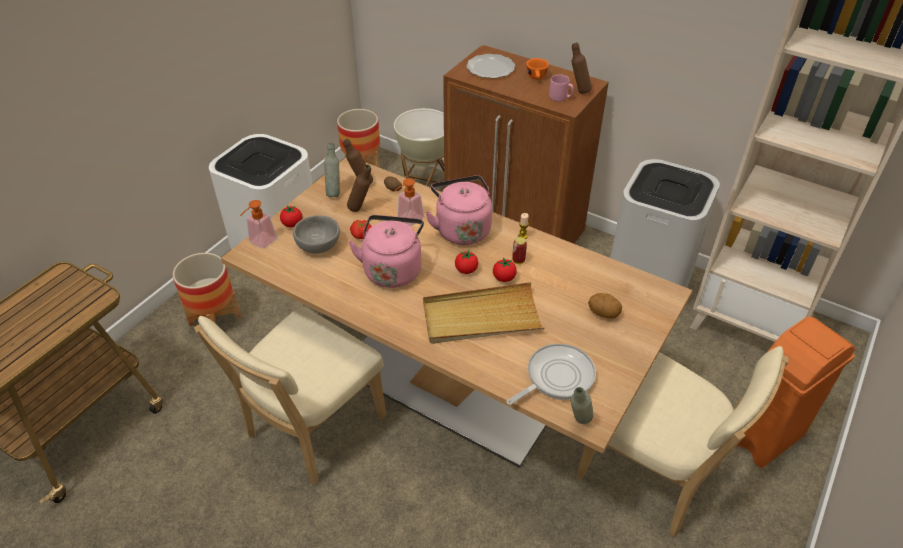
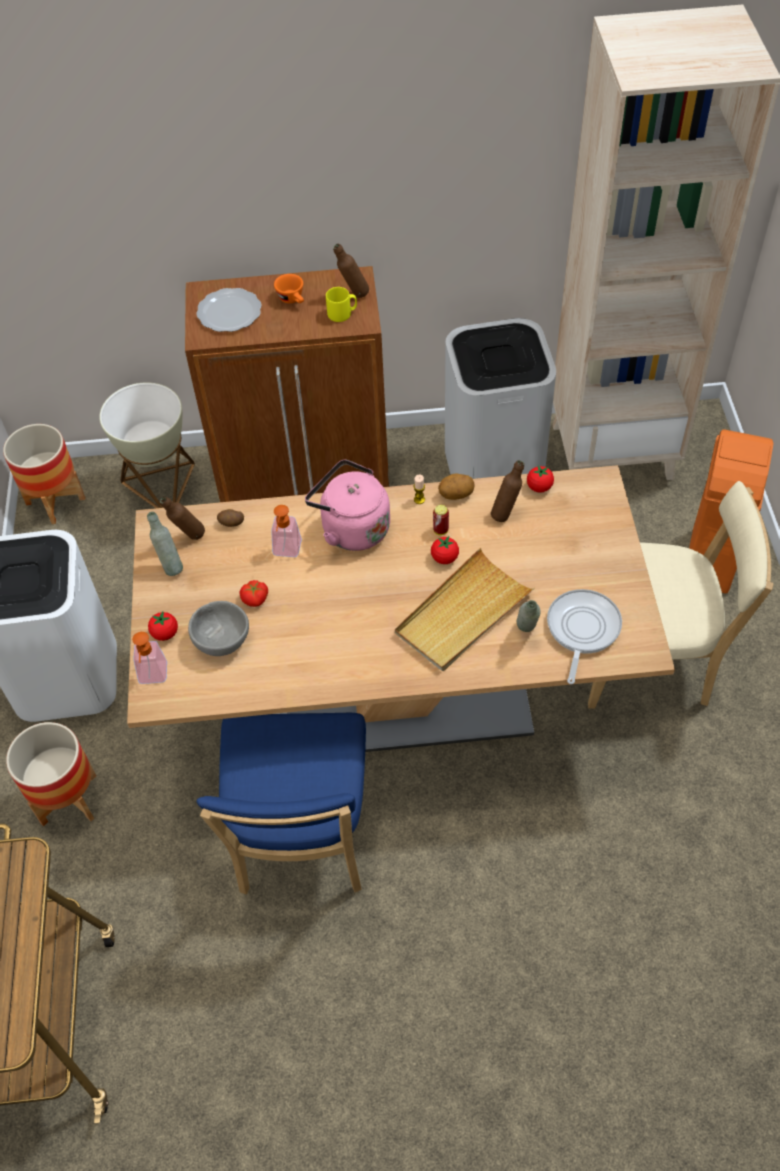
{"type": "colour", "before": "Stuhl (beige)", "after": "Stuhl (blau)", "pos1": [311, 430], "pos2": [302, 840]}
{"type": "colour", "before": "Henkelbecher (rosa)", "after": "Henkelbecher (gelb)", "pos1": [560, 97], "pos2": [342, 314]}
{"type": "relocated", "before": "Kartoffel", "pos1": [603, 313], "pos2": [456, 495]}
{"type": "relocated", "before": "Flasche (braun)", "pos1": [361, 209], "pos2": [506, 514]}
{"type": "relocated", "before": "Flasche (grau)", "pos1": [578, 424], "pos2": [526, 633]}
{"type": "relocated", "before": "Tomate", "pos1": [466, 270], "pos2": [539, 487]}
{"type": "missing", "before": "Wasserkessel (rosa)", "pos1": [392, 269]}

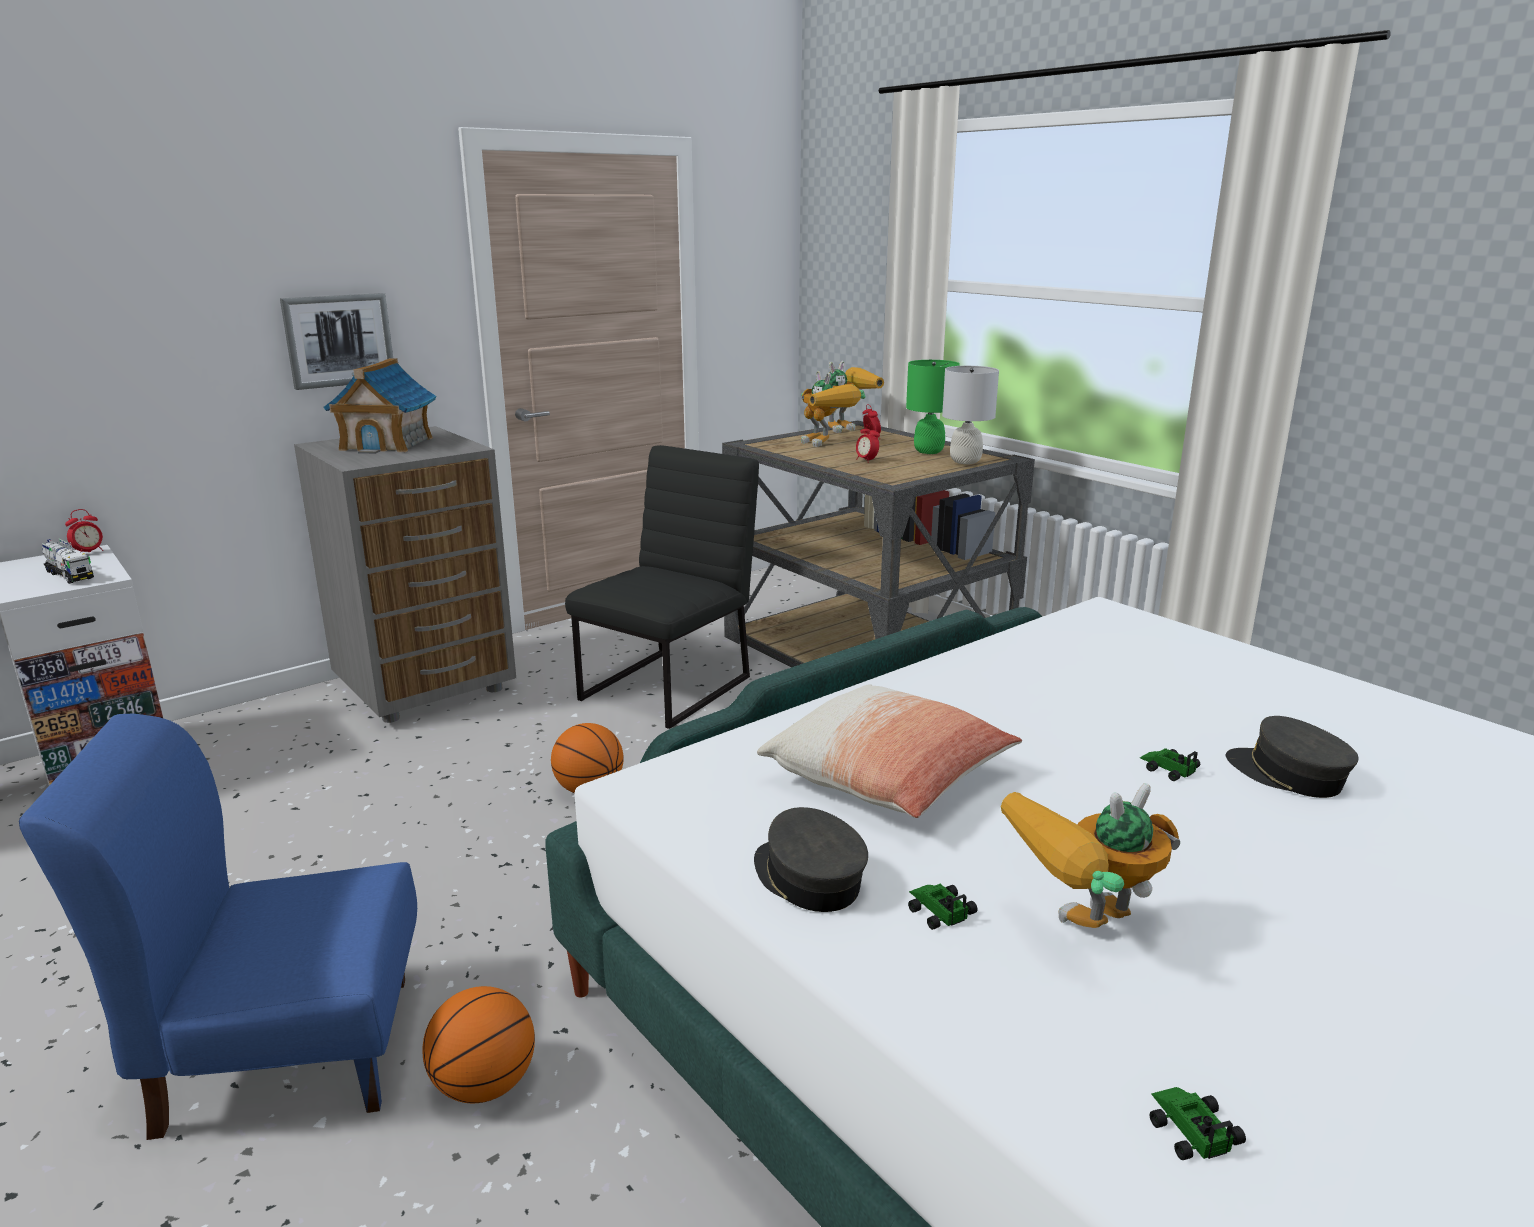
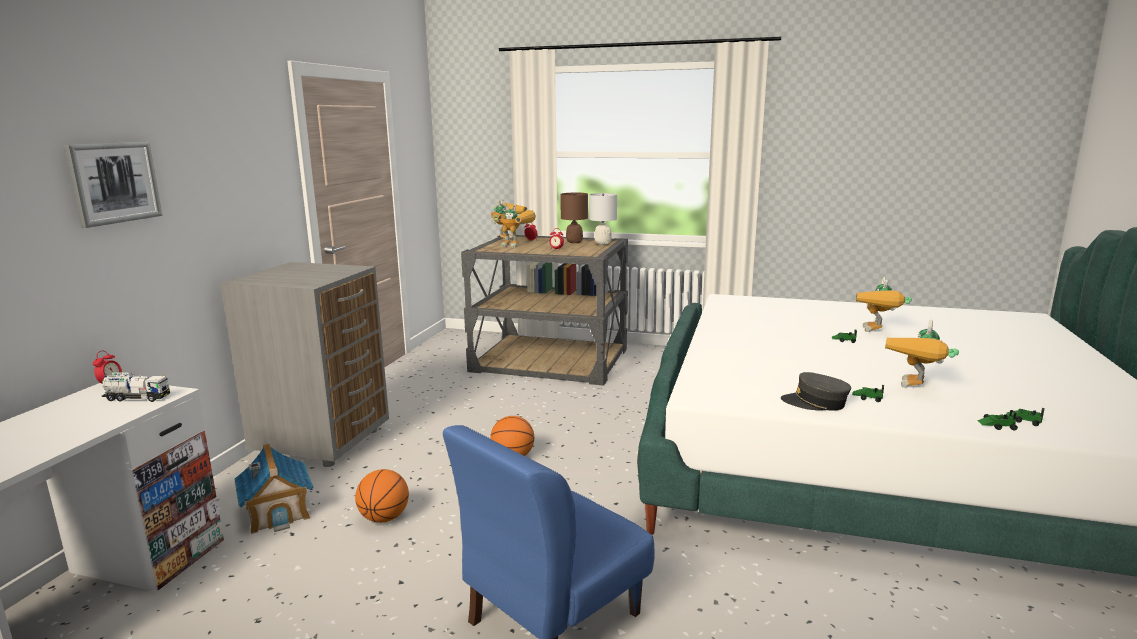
{"type": "relocated", "before": "Bild", "pos1": [339, 340], "pos2": [114, 182]}
{"type": "relocated", "before": "Spielzeughaus", "pos1": [387, 444], "pos2": [278, 512]}
{"type": "relocated", "before": "Basketball", "pos1": [484, 1085], "pos2": [384, 518]}
{"type": "colour", "before": "Tischlampe (grün)", "after": "Tischlampe (braun)", "pos1": [928, 452], "pos2": [574, 242]}
{"type": "exchanged", "before": "Kappe (grau)", "after": "Spielzeugroboter", "pos1": [1287, 775], "pos2": [878, 332]}
{"type": "appeared", "after": "Spielzeugauto", "pos2": [995, 424]}
{"type": "missing", "before": "Stuhl (schwarz)", "pos1": [670, 686]}
{"type": "missing", "before": "Kissen", "pos1": [888, 778]}

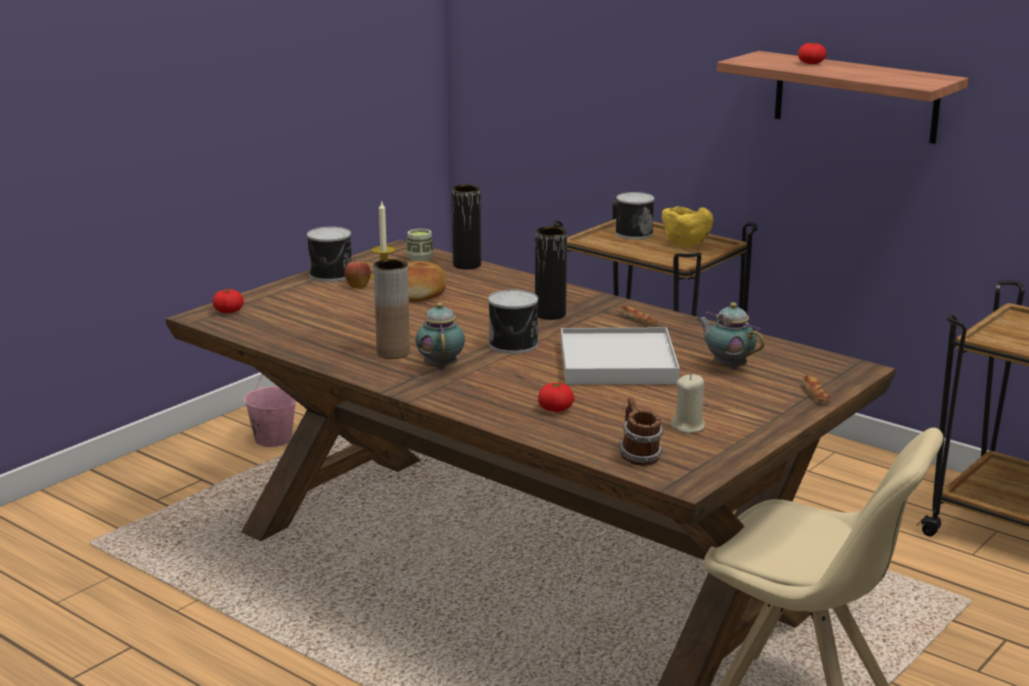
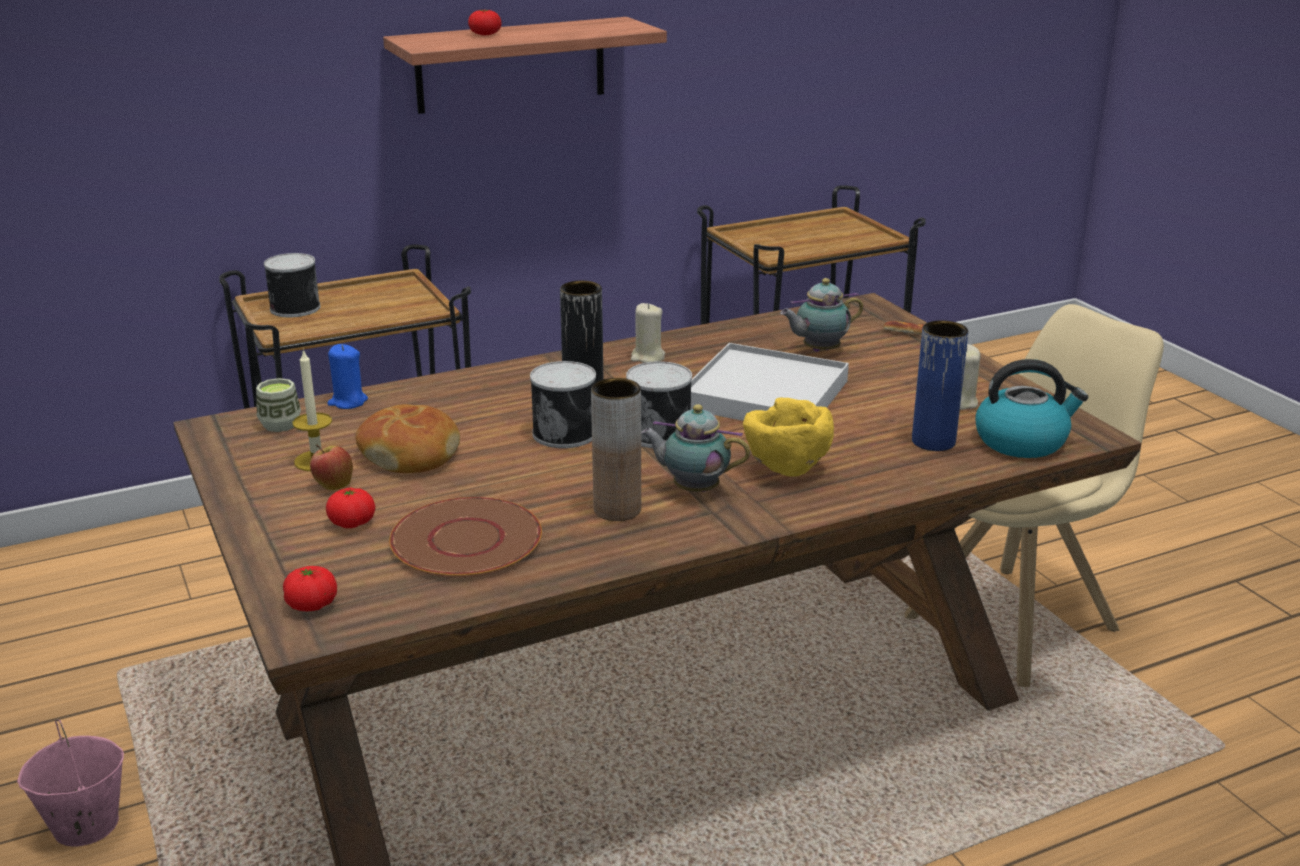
{"type": "relocated", "before": "Tomate", "pos1": [555, 409], "pos2": [352, 523]}
{"type": "exchanged", "before": "Vase (schwarz)", "after": "Kerze (blau)", "pos1": [467, 265], "pos2": [347, 402]}
{"type": "appeared", "after": "Teller (braun)", "pos2": [467, 540]}
{"type": "relocated", "before": "Dose", "pos1": [332, 274], "pos2": [566, 433]}
{"type": "exchanged", "before": "Brot", "after": "Kerze (beige)", "pos1": [637, 320], "pos2": [647, 357]}
{"type": "relocated", "before": "Schüssel (gelb)", "pos1": [685, 245], "pos2": [786, 470]}
{"type": "appeared", "after": "Vase (blau)", "pos2": [933, 442]}
{"type": "exchanged", "before": "Henkelbecher", "after": "Wasserkessel", "pos1": [638, 457], "pos2": [1022, 441]}

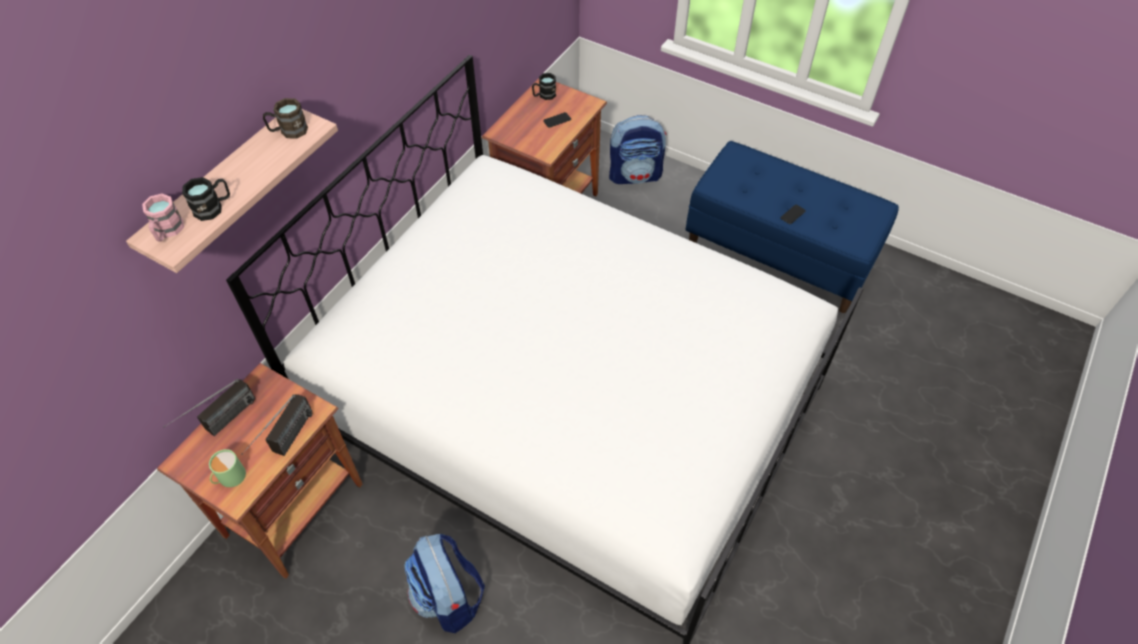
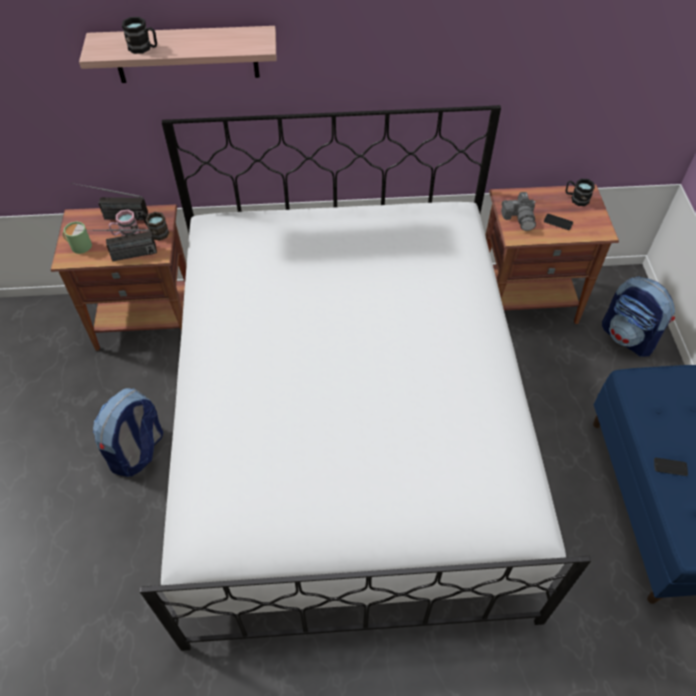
{"type": "relocated", "before": "Henkelbecher (rosa)", "pos1": [167, 232], "pos2": [126, 233]}
{"type": "relocated", "before": "Henkelbecher (braun)", "pos1": [288, 131], "pos2": [156, 232]}
{"type": "appeared", "after": "Kamera", "pos2": [520, 218]}

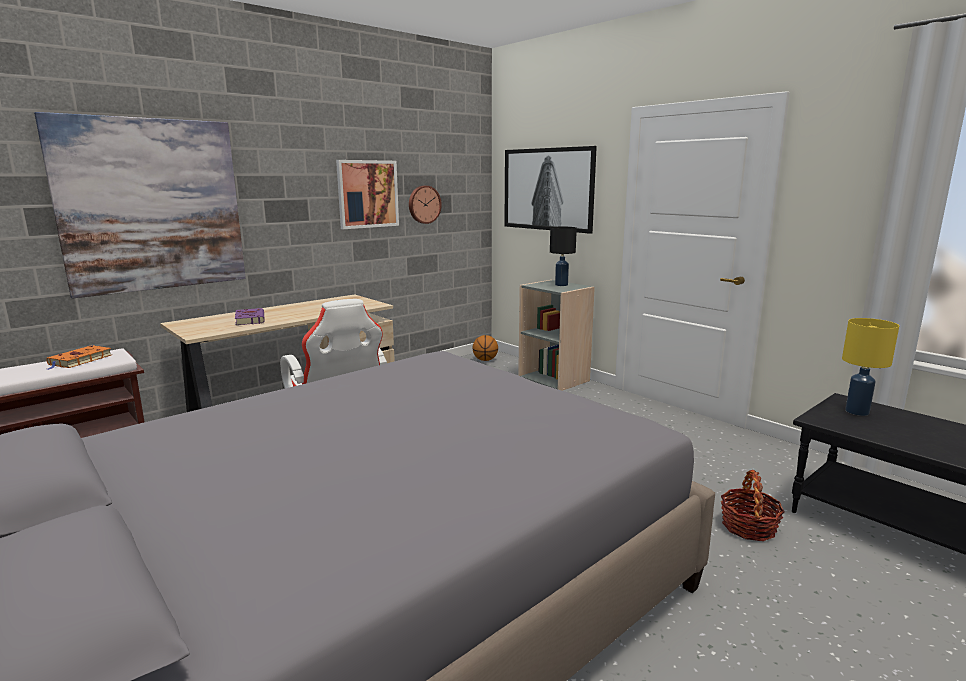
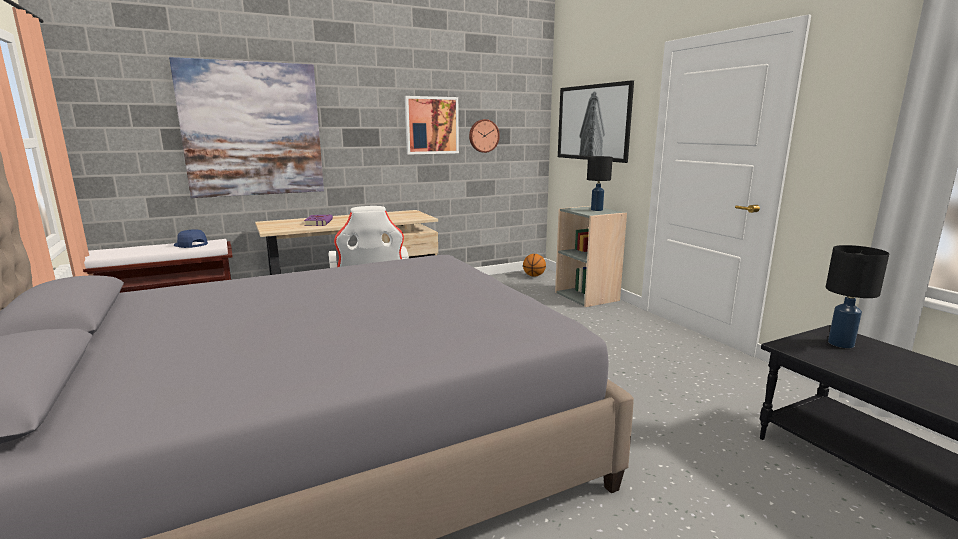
{"type": "exchanged", "before": "Buch (orange)", "after": "Kappe (blau)", "pos1": [79, 360], "pos2": [190, 244]}
{"type": "colour", "before": "Tischlampe (gelb)", "after": "Tischlampe (schwarz)", "pos1": [857, 411], "pos2": [841, 343]}
{"type": "missing", "before": "Korb", "pos1": [748, 527]}

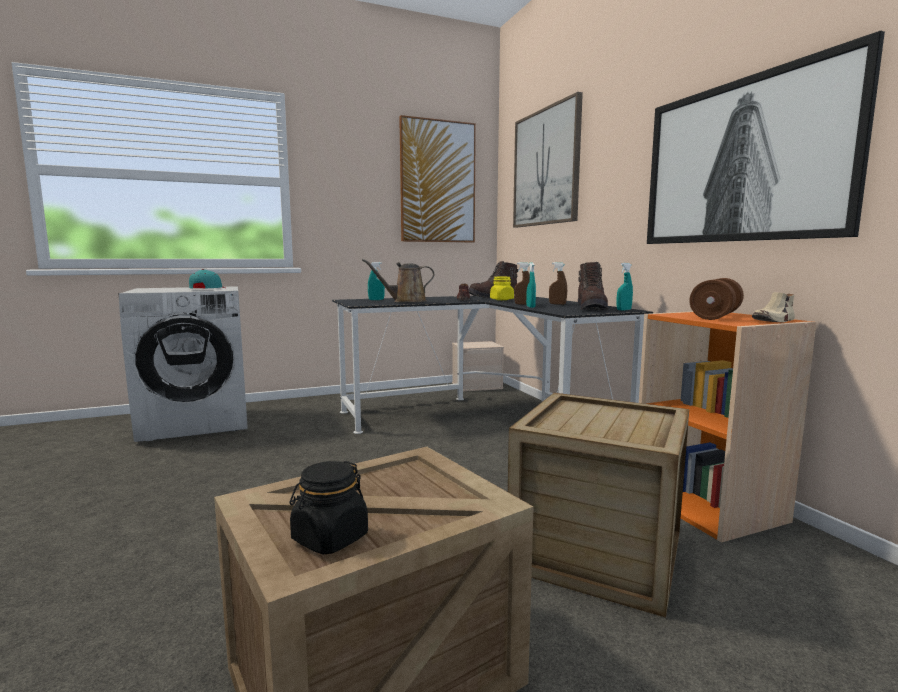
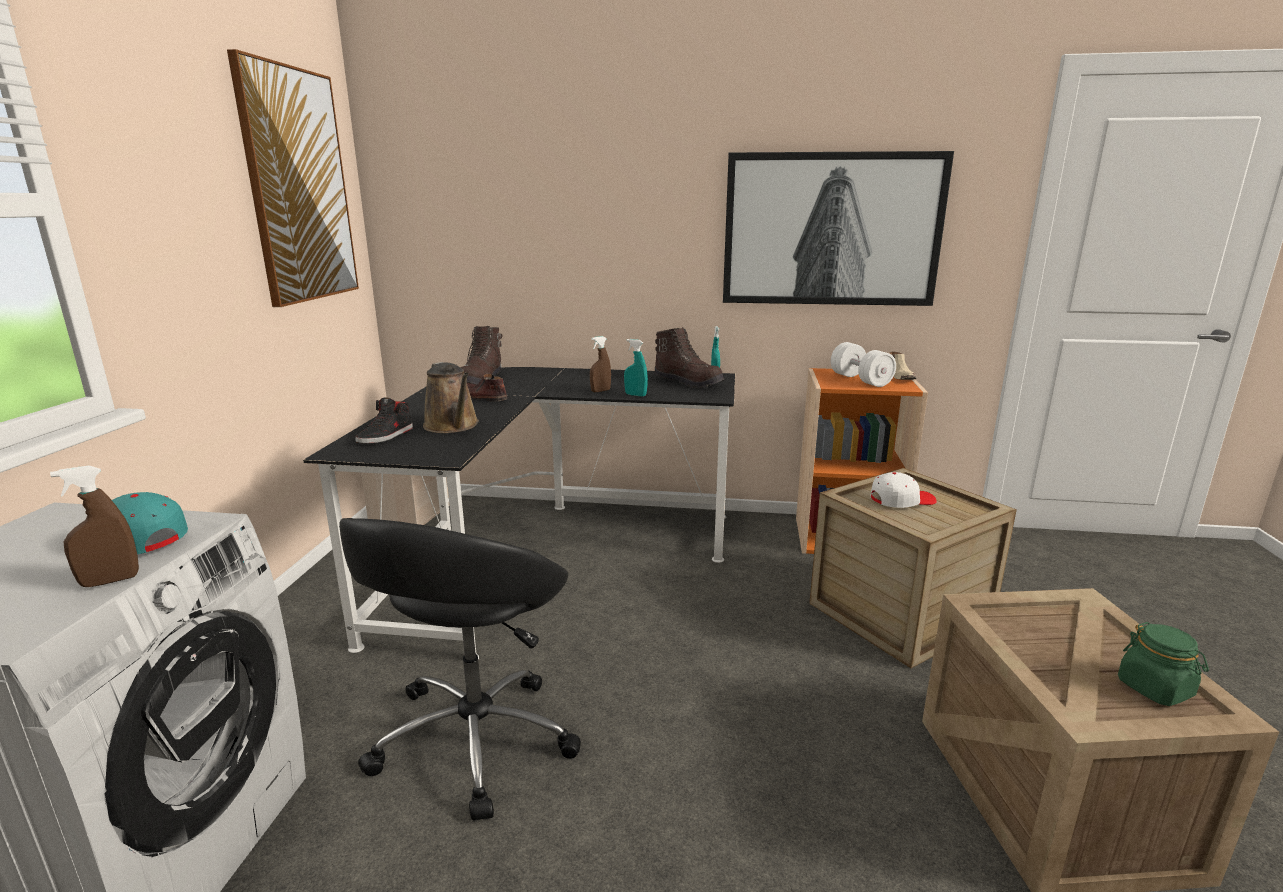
{"type": "relocated", "before": "Sprühflasche (braun)", "pos1": [557, 304], "pos2": [110, 581]}
{"type": "appeared", "after": "Bürostuhl (schwarz)", "pos2": [472, 744]}
{"type": "exchanged", "before": "Sprühflasche (türkis)", "after": "Schuh (schwarz)", "pos1": [376, 300], "pos2": [386, 436]}
{"type": "spun", "before": "Gießkanne (braun)", "pos1": [406, 301], "pos2": [453, 426], "turn": -45}
{"type": "colour", "before": "Hantel (braun)", "after": "Hantel (weiß)", "pos1": [715, 316], "pos2": [860, 380]}
{"type": "appeared", "after": "Kappe (weiß)", "pos2": [901, 500]}
{"type": "colour", "before": "Vorratsglas (schwarz)", "after": "Vorratsglas (grün)", "pos1": [330, 538], "pos2": [1155, 689]}
{"type": "missing", "before": "Vorratsglas (gelb)", "pos1": [502, 299]}
{"type": "missing", "before": "Bild", "pos1": [546, 167]}

